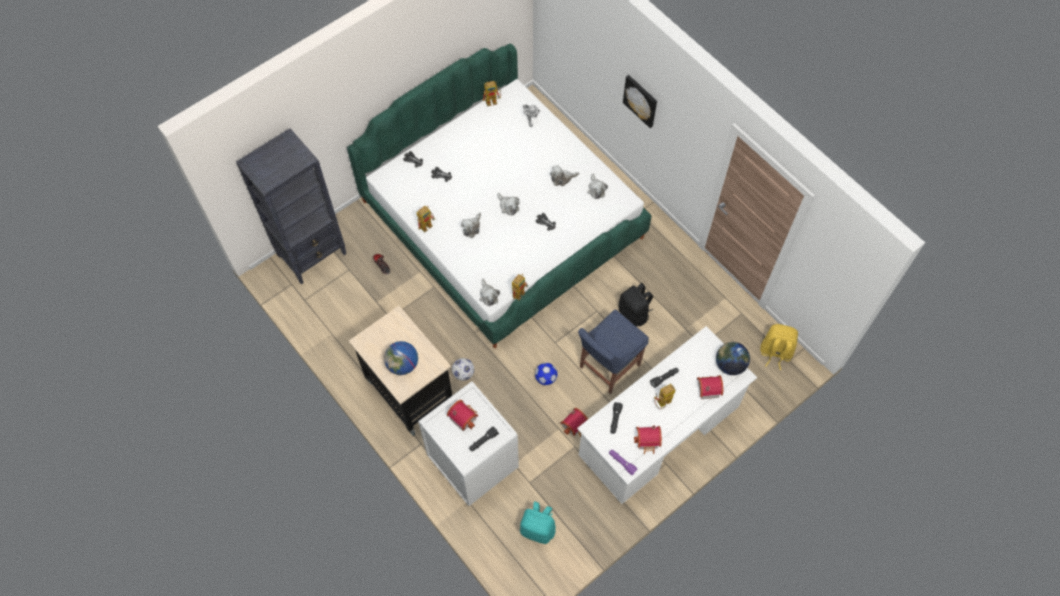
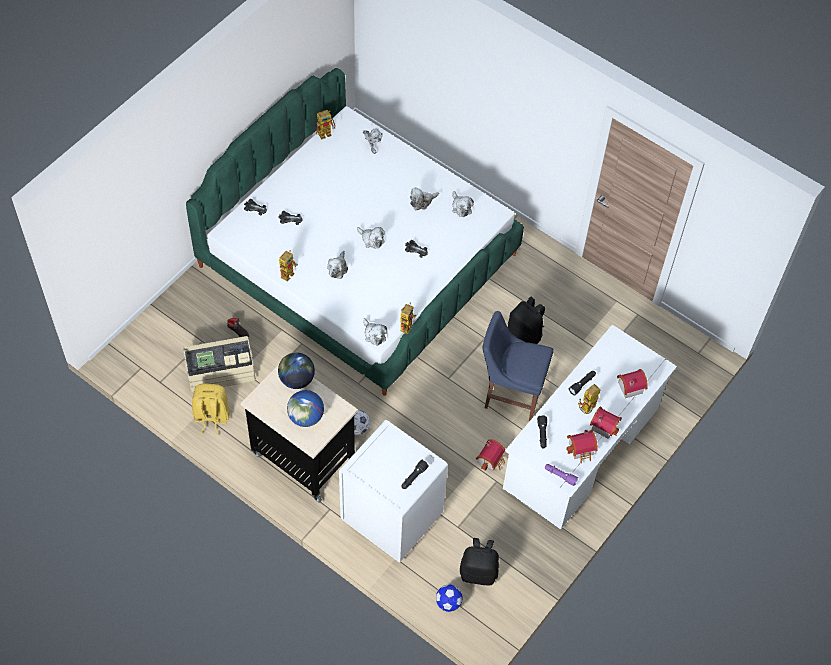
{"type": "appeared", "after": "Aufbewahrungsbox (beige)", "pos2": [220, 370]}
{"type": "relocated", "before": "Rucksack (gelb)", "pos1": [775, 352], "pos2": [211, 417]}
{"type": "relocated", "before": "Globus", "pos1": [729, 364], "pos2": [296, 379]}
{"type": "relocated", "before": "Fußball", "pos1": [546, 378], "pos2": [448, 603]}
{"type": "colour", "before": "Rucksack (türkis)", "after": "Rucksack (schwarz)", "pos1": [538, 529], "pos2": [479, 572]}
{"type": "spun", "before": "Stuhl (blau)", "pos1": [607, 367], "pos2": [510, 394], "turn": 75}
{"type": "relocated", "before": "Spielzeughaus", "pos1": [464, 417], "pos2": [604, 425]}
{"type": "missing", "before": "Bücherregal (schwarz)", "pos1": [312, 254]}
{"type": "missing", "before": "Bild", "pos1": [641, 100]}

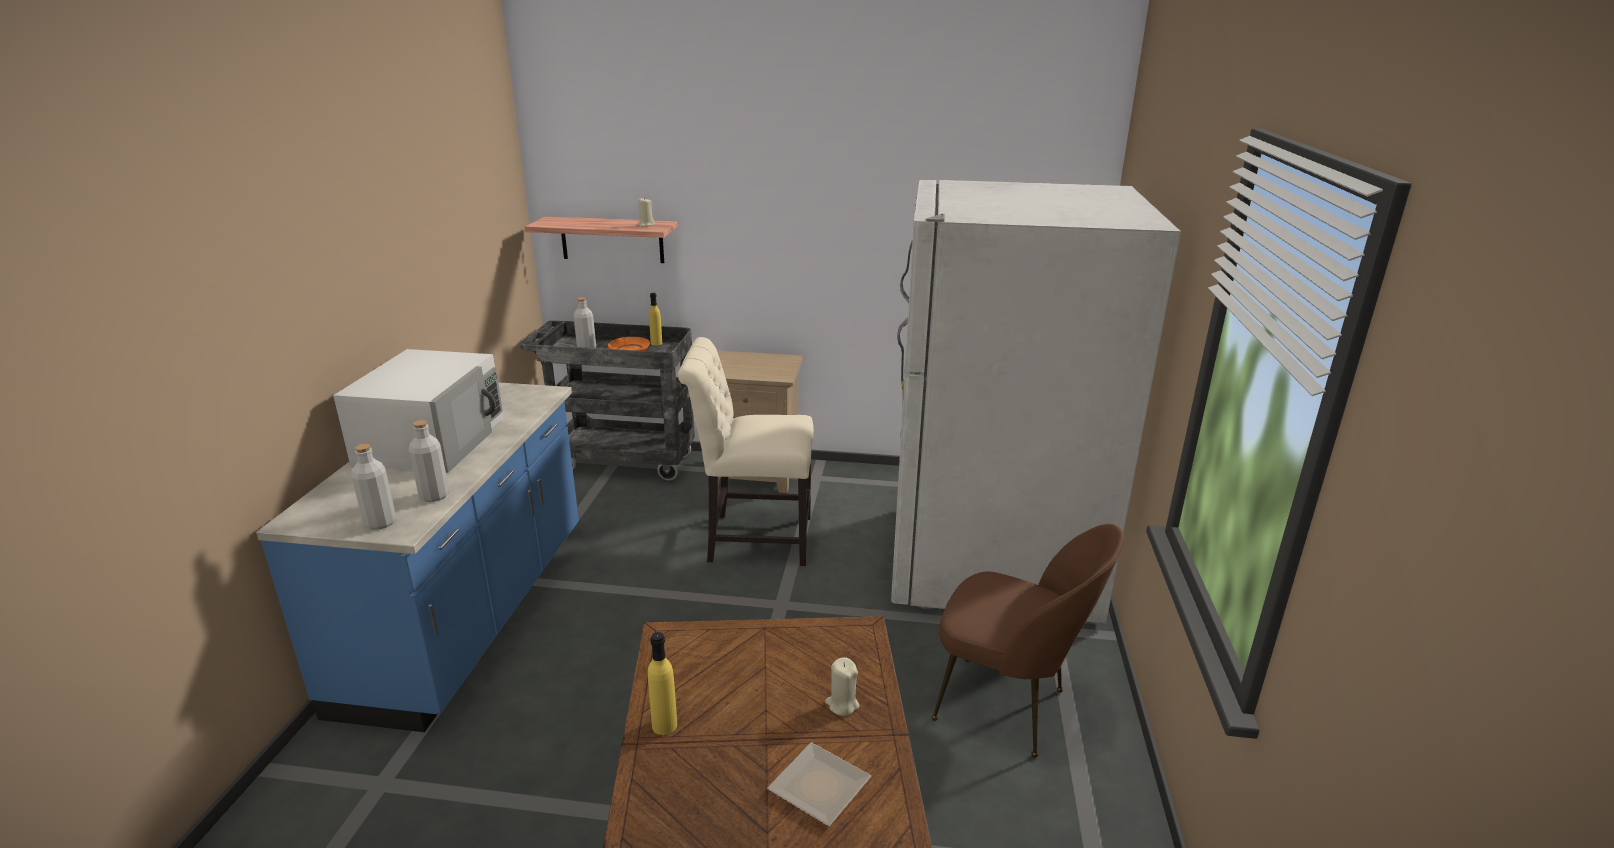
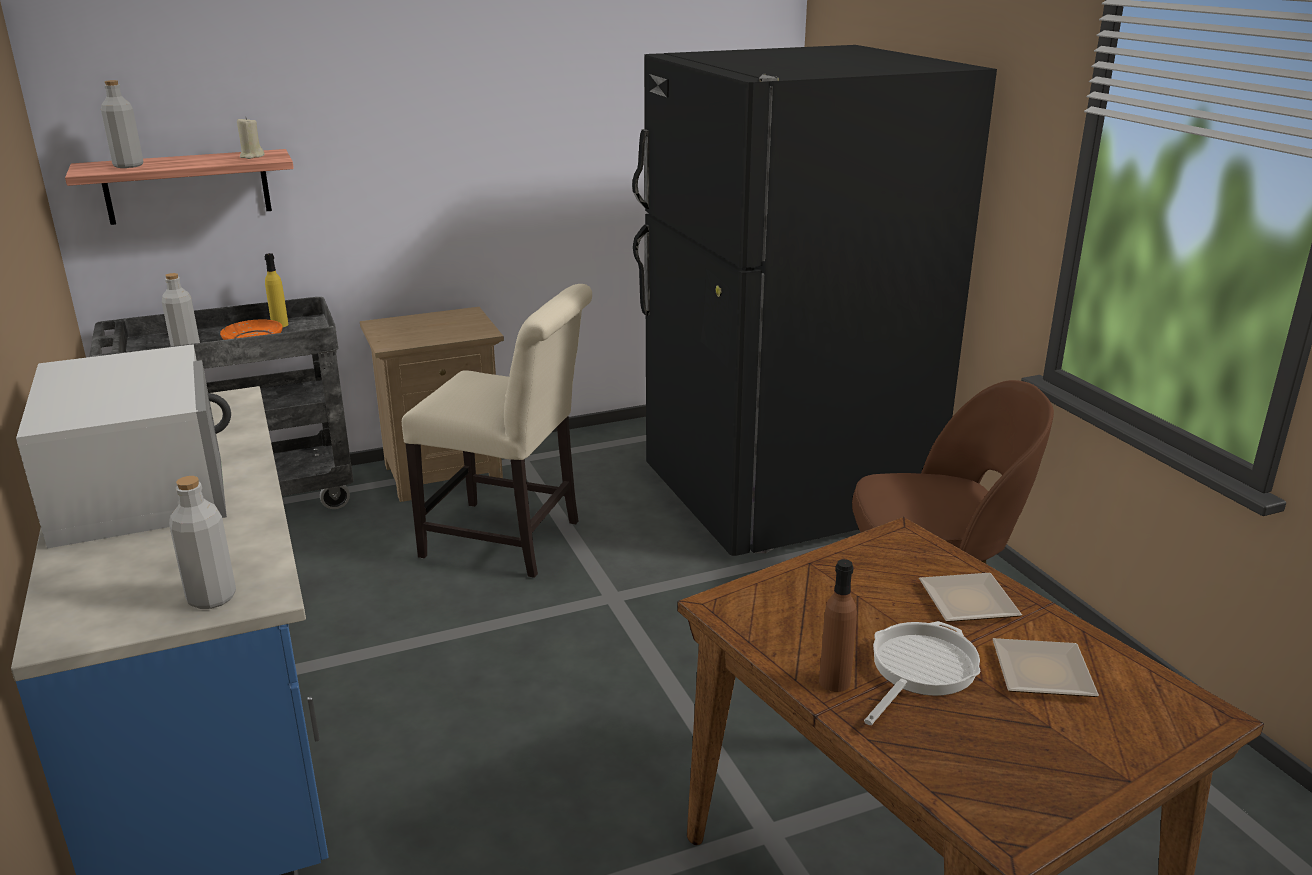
{"type": "relocated", "before": "Flasche (grau)", "pos1": [434, 496], "pos2": [128, 165]}
{"type": "spun", "before": "Stuhl (beige)", "pos1": [752, 539], "pos2": [510, 542], "turn": -135}
{"type": "colour", "before": "Kühlschrank (weiß)", "after": "Kühlschrank (schwarz)", "pos1": [991, 563], "pos2": [786, 491]}
{"type": "colour", "before": "Flasche (gelb)", "after": "Flasche (braun)", "pos1": [664, 725], "pos2": [834, 682]}
{"type": "appeared", "after": "Pfanne", "pos2": [919, 669]}
{"type": "exchanged", "before": "Kerze (beige)", "after": "Teller", "pos1": [842, 704], "pos2": [969, 600]}

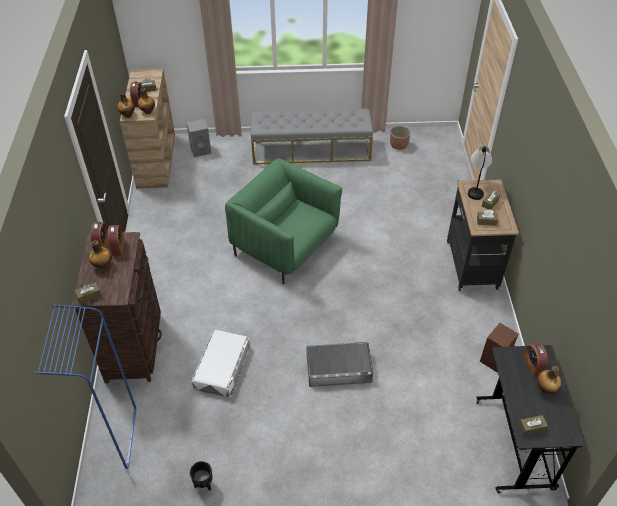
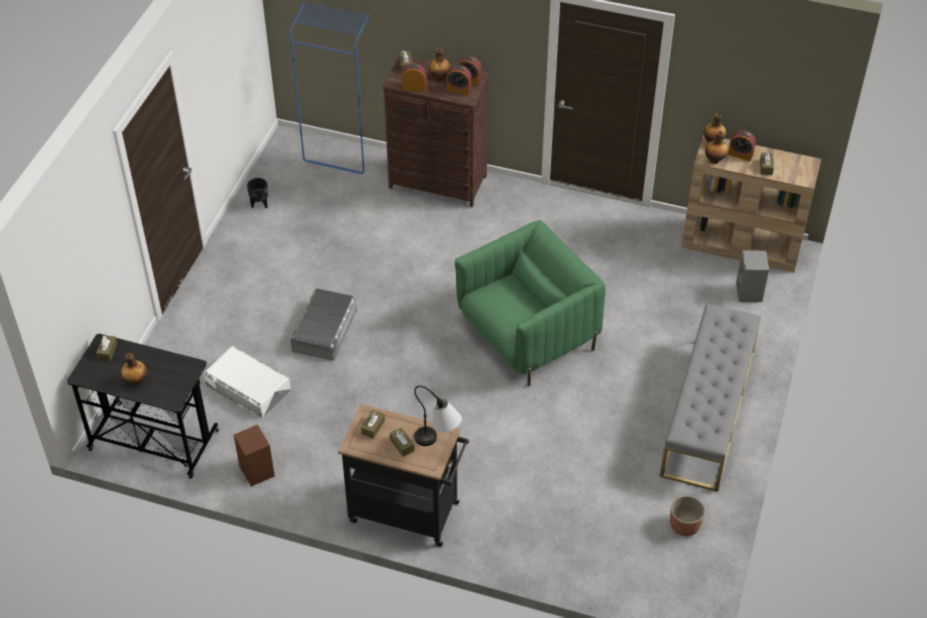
{"type": "relocated", "before": "Aufbewahrungsbox (weiß)", "pos1": [222, 367], "pos2": [248, 387]}
{"type": "relocated", "before": "Wecker", "pos1": [532, 365], "pos2": [414, 88]}

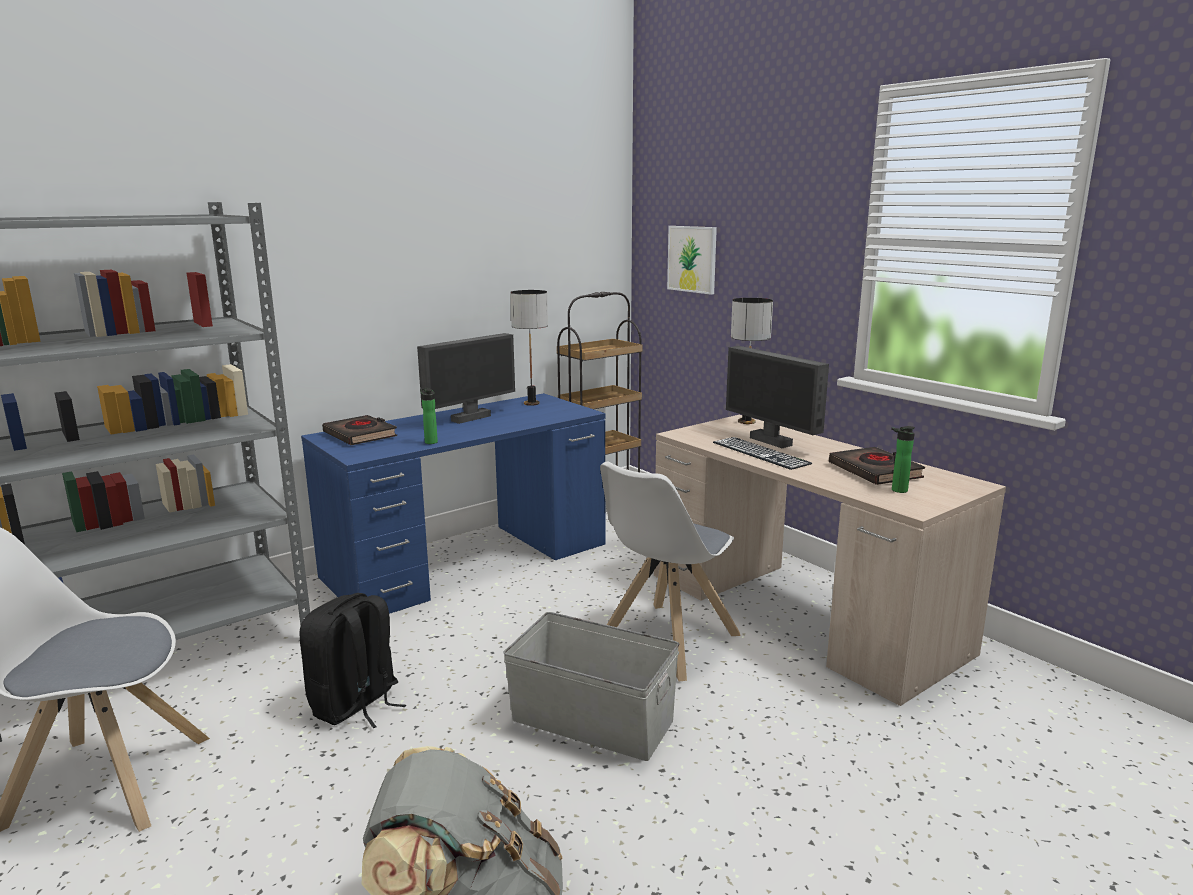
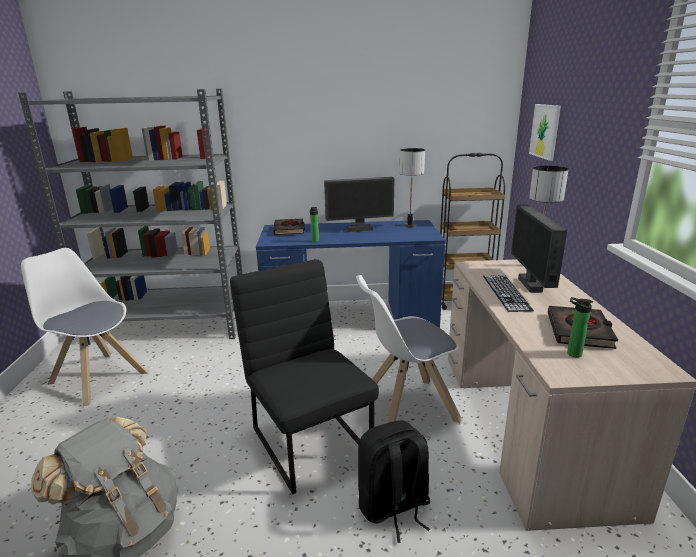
{"type": "exchanged", "before": "Aufbewahrungsbox (grau)", "after": "Stuhl (schwarz)", "pos1": [592, 719], "pos2": [310, 439]}
{"type": "relocated", "before": "Rucksack (schwarz)", "pos1": [356, 705], "pos2": [393, 507]}

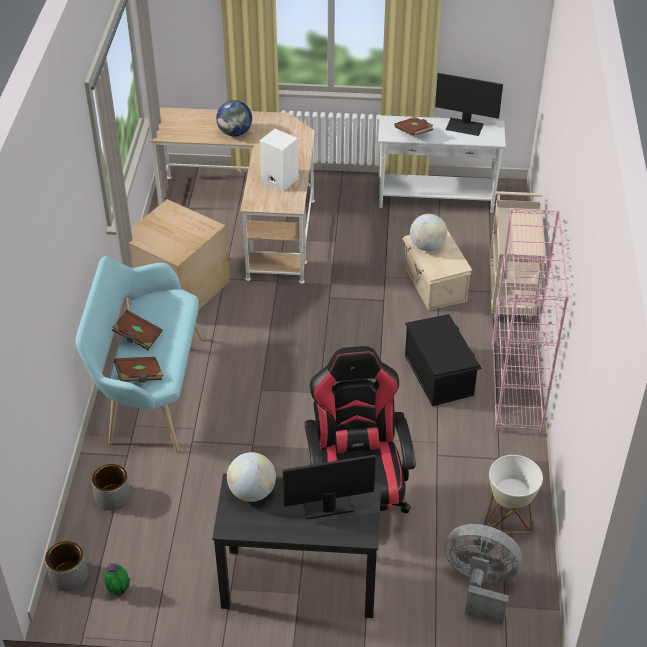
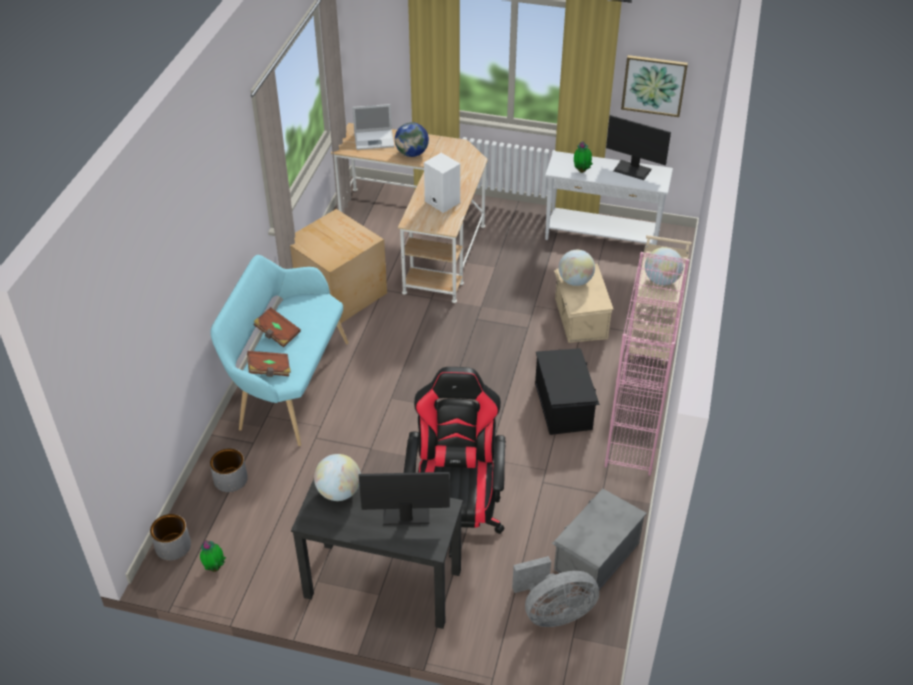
{"type": "appeared", "after": "Laptop", "pos2": [375, 139]}
{"type": "spun", "before": "Ventilator (grau)", "pos1": [479, 585], "pos2": [553, 612], "turn": 135}
{"type": "exchanged", "before": "Pflanzkübel", "after": "Aufbewahrungsbox (grau)", "pos1": [507, 522], "pos2": [595, 556]}
{"type": "exchanged", "before": "Buch (braun)", "after": "Topfpflanze", "pos1": [414, 132], "pos2": [581, 170]}
{"type": "appeared", "after": "Bild", "pos2": [654, 85]}
{"type": "appeared", "after": "Globus", "pos2": [661, 280]}

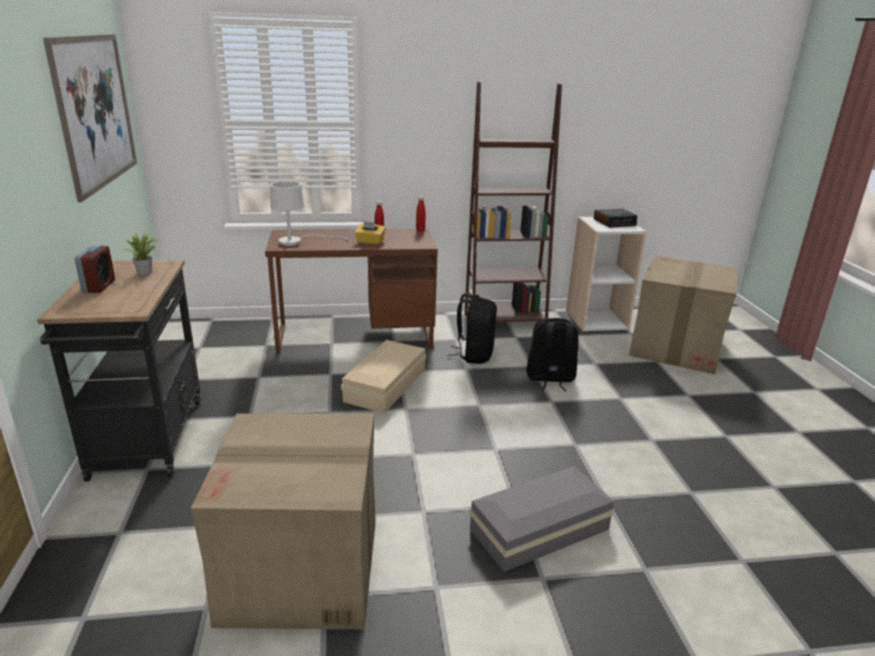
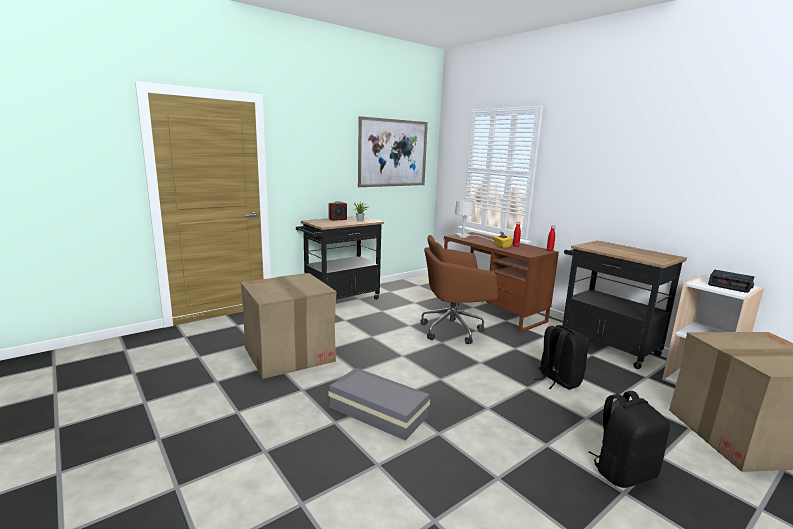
{"type": "exchanged", "before": "Aufbewahrungsbox (beige)", "after": "Bürostuhl (braun)", "pos1": [383, 386], "pos2": [454, 331]}
{"type": "exchanged", "before": "Bücherregal (braun)", "after": "Rollwagen (schwarz)", "pos1": [504, 321], "pos2": [605, 346]}
{"type": "relocated", "before": "Rucksack (schwarz)", "pos1": [474, 355], "pos2": [623, 472]}

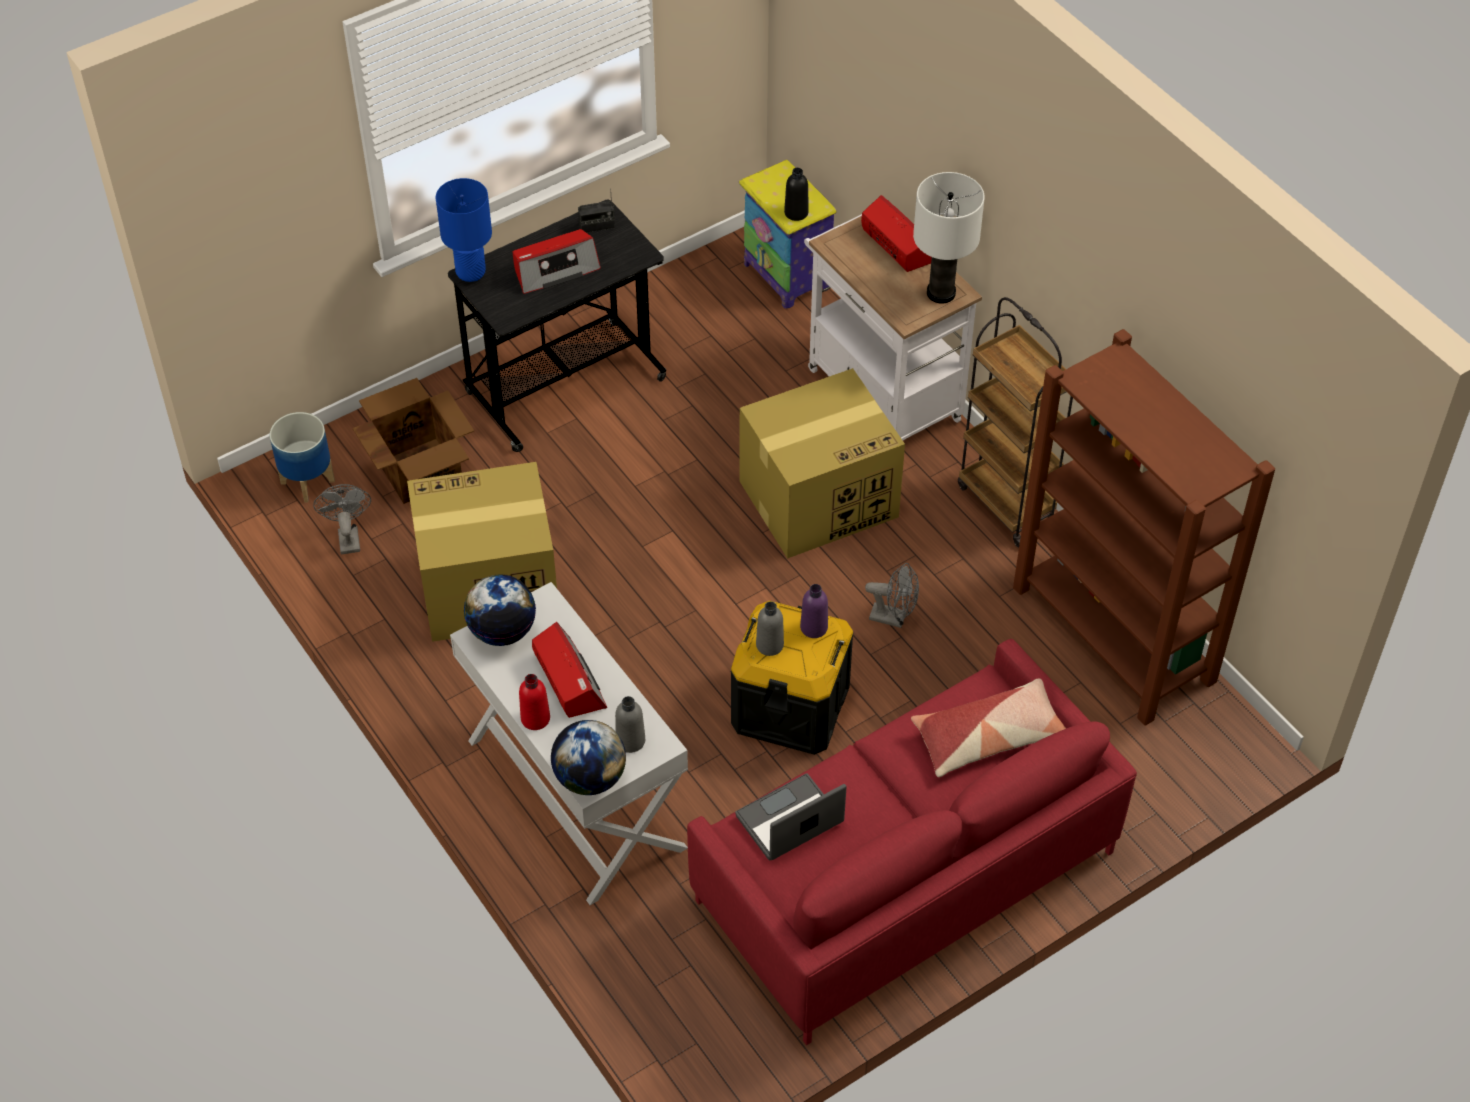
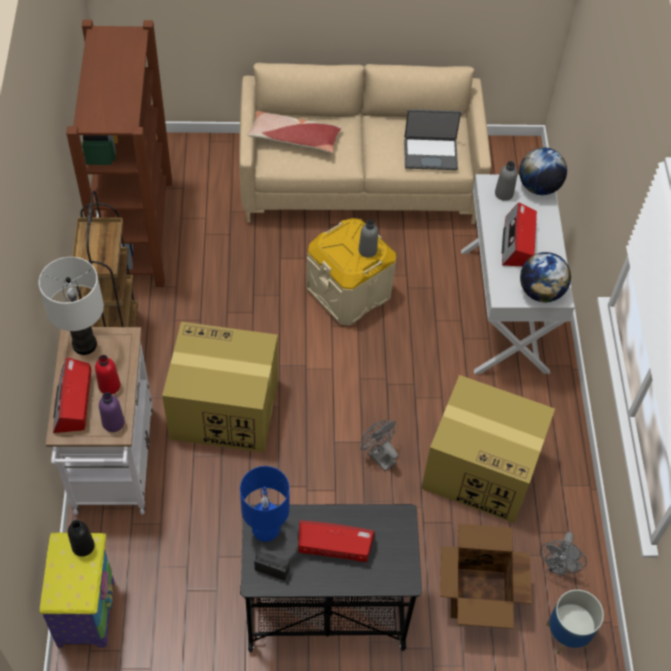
{"type": "relocated", "before": "Flasche (rot)", "pos1": [535, 718], "pos2": [109, 386]}
{"type": "relocated", "before": "Flasche (lila)", "pos1": [814, 627], "pos2": [113, 422]}
{"type": "colour", "before": "Sofa (rot)", "after": "Sofa (beige)", "pos1": [905, 876], "pos2": [359, 179]}
{"type": "relocated", "before": "Tischlampe (blau)", "pos1": [470, 274], "pos2": [266, 531]}
{"type": "colour", "before": "Aufbewahrungsbox (schwarz)", "after": "Aufbewahrungsbox (beige)", "pos1": [790, 706], "pos2": [349, 291]}
{"type": "relocated", "before": "Ventilator (grau)", "pos1": [893, 618], "pos2": [378, 456]}

